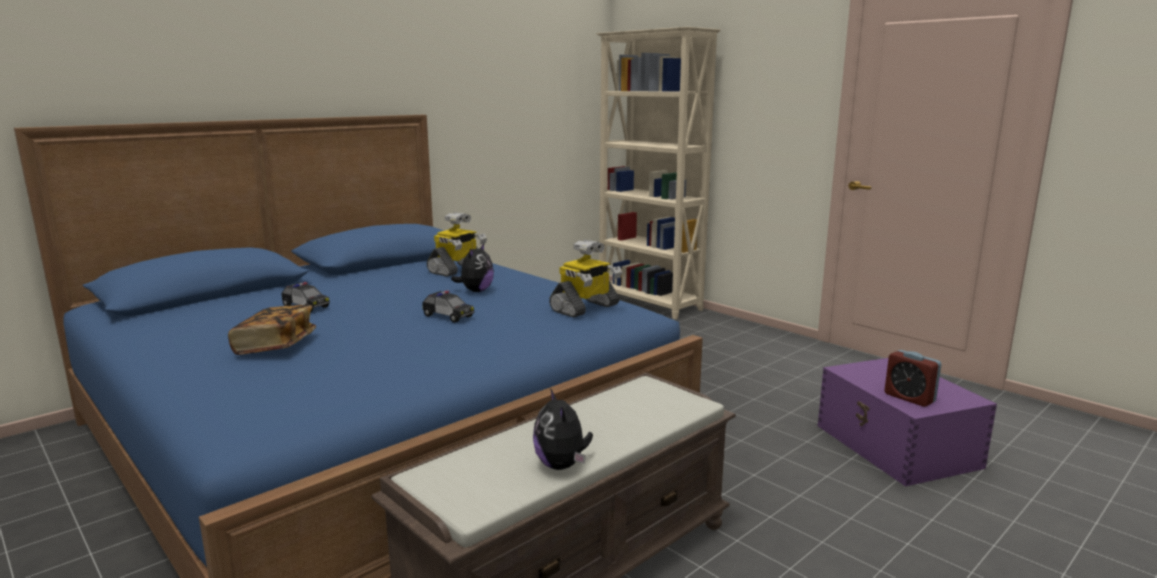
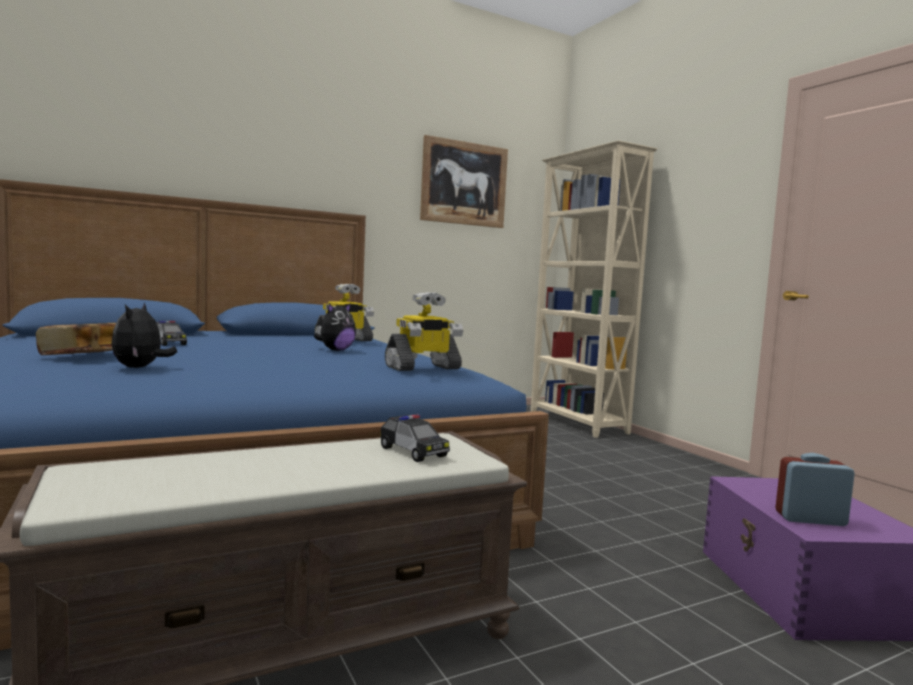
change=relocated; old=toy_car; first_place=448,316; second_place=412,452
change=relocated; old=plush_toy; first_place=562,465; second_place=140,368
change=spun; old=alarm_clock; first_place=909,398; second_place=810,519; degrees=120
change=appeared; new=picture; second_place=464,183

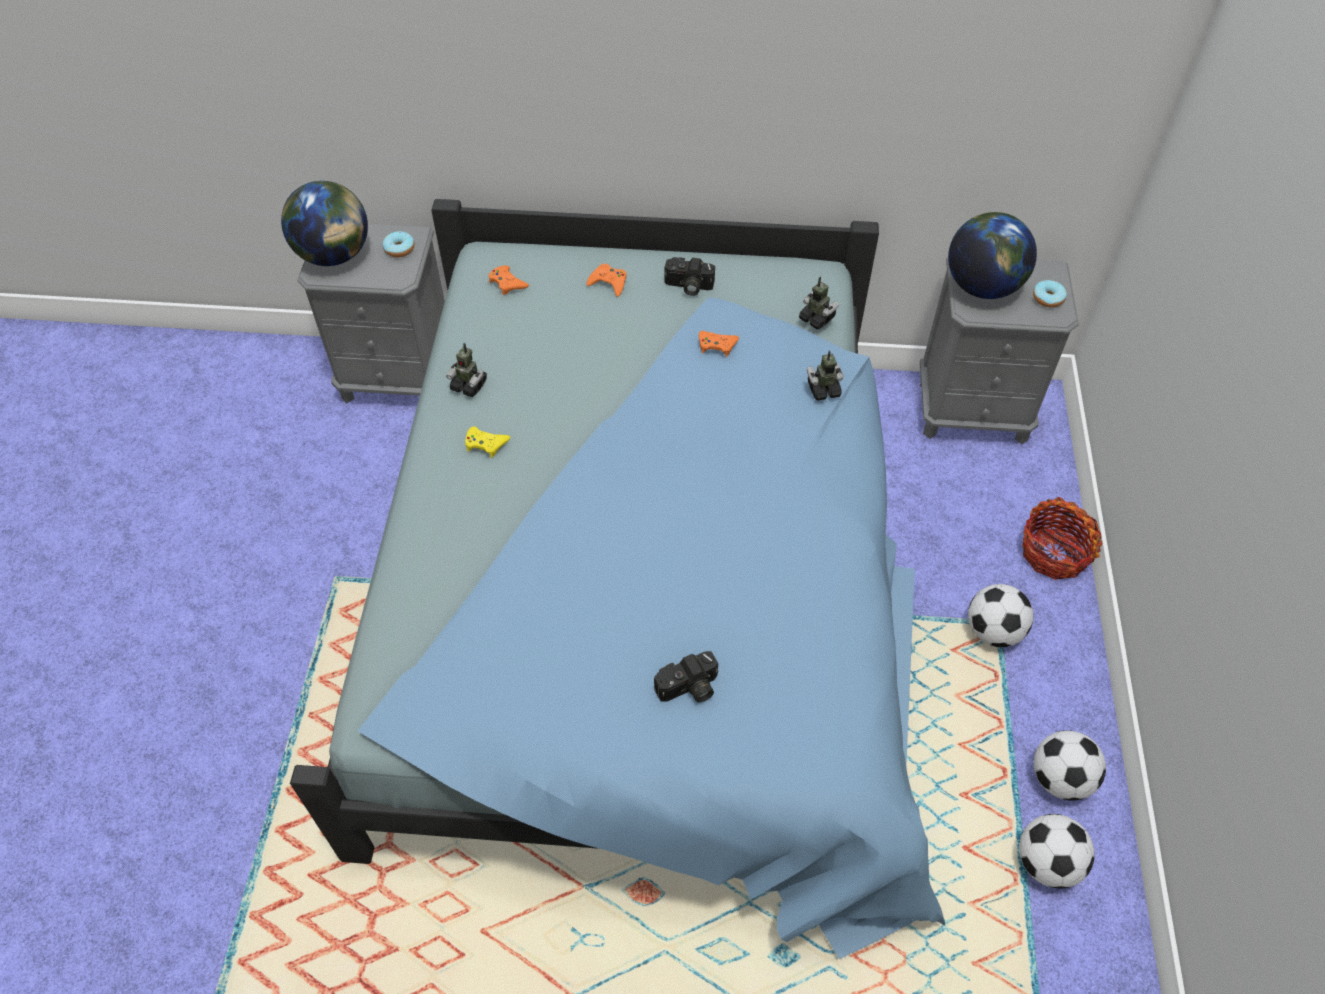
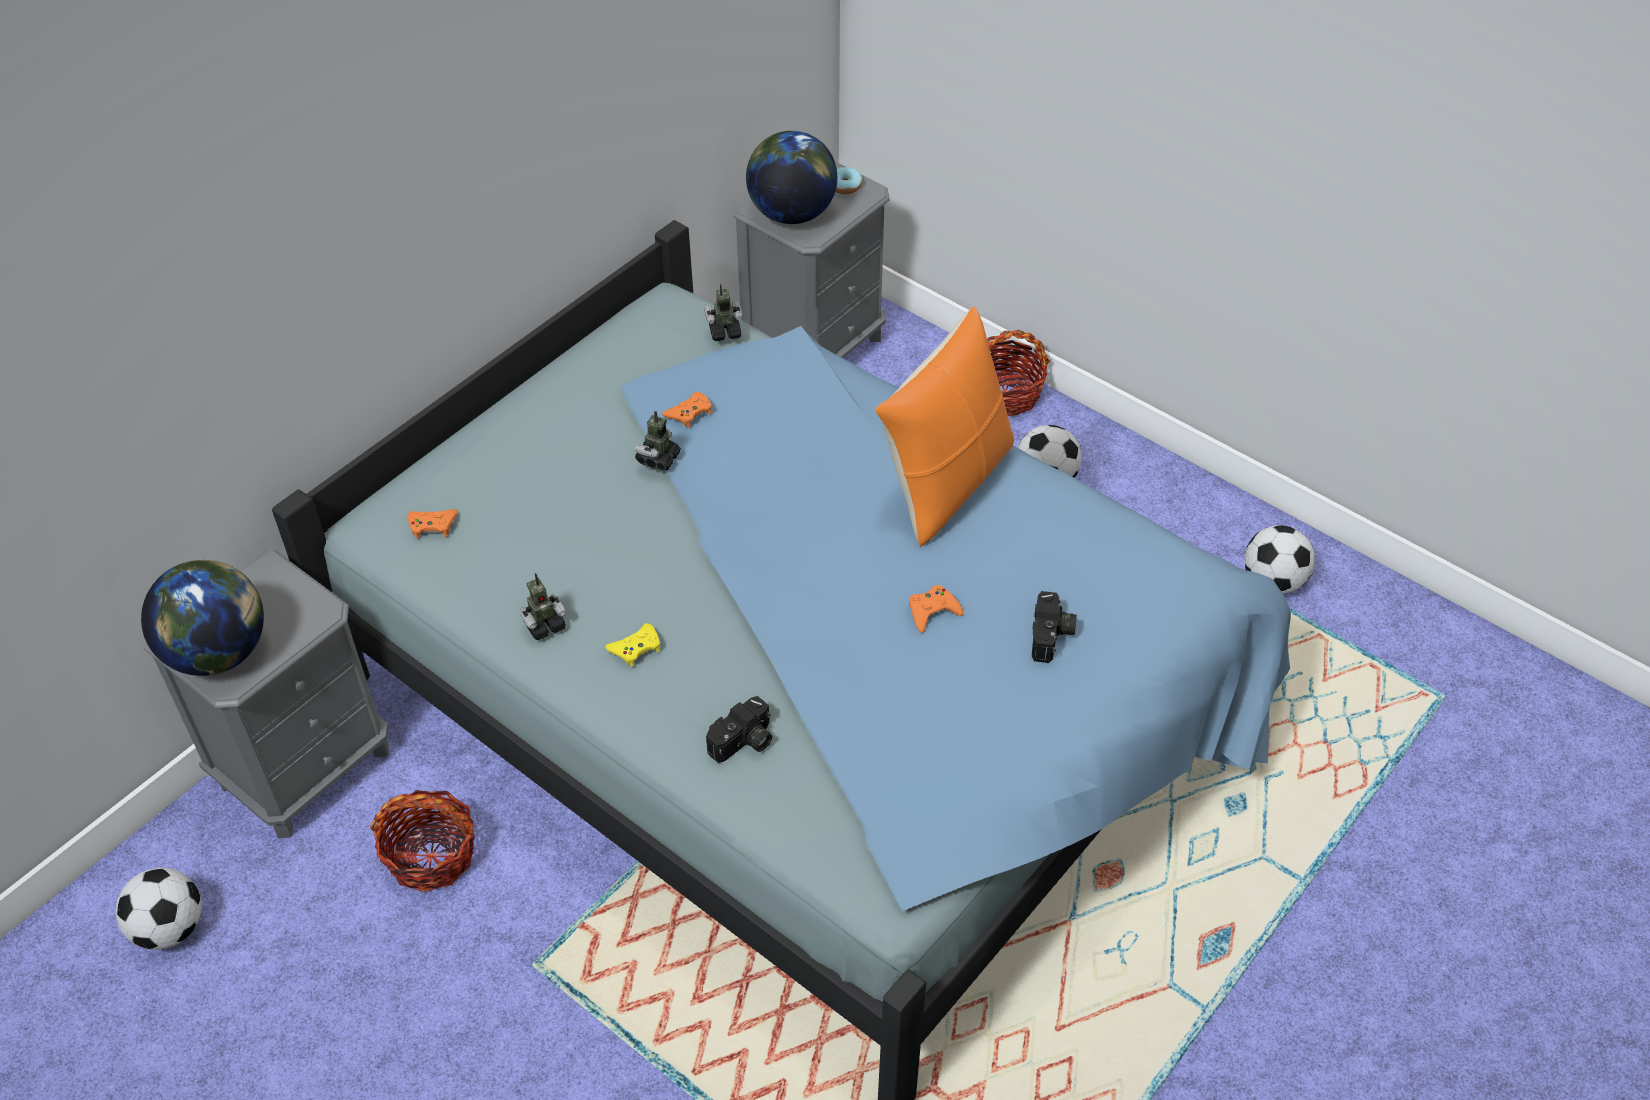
change=missing; old=donut; first_place=399,249
change=relocated; old=orange_game_controller; first_place=608,283; second_place=932,611
change=relocated; old=photo_camera; first_place=688,286; second_place=744,743
change=relocated; old=toy_robot; first_place=823,389; second_place=658,458
change=relocated; old=football; first_place=1060,778; second_place=170,928
change=appeared; new=basket; second_place=431,855
change=appeared; new=orange_pillow; second_place=945,483

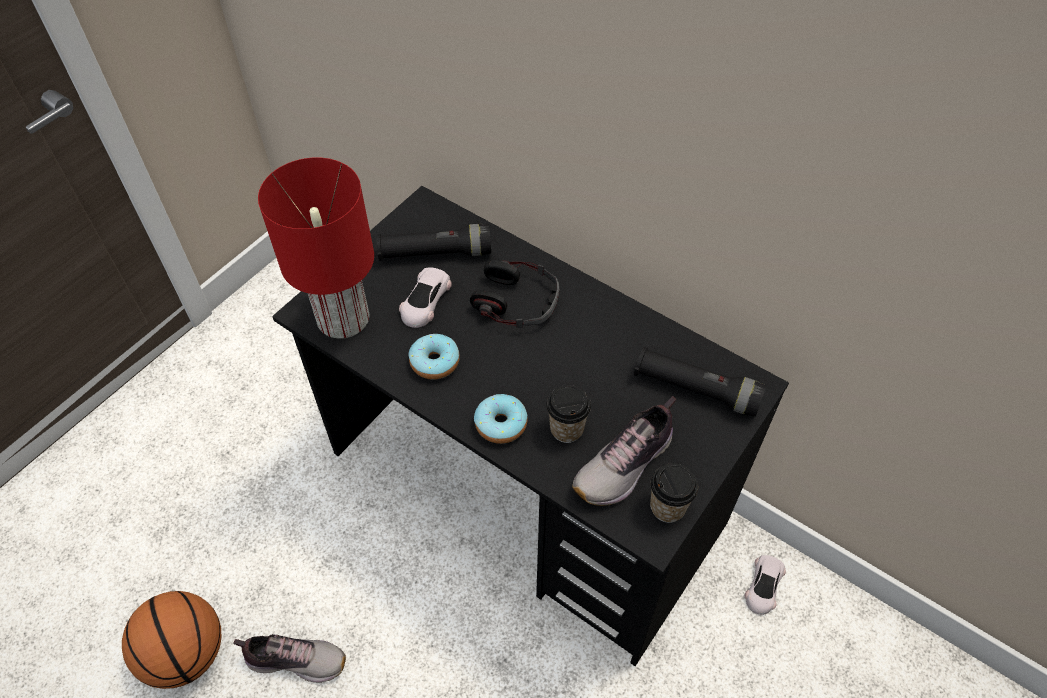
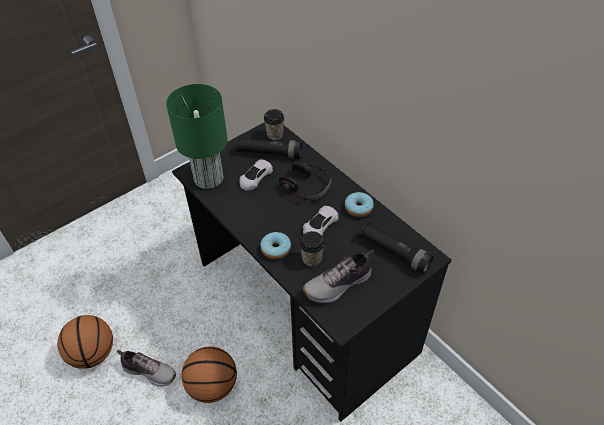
change=colour; old=red_table_lamp; new=green_table_lamp; first_place=341,319; second_place=207,178
change=relocated; old=donut; first_place=434,362; second_place=358,208
change=relocated; old=cup; first_place=667,507; second_place=275,135
change=relocated; old=white_toy_car; first_place=763,586; second_place=320,225
change=appeared; new=basketball; second_place=212,385

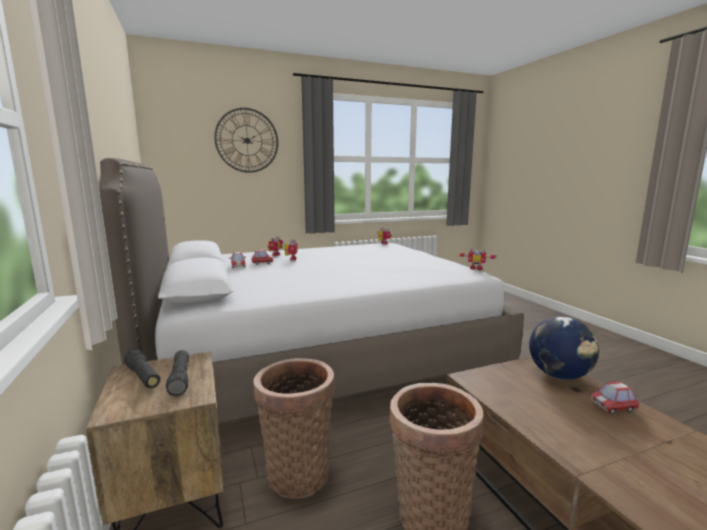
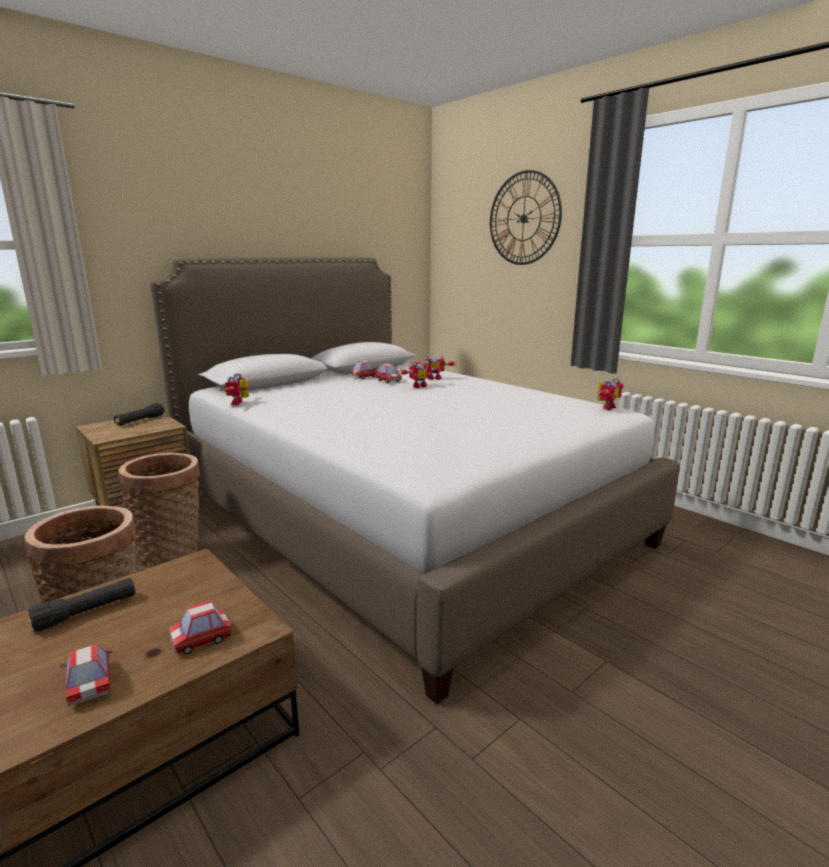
change=relocated; old=black_flashlight; first_place=180,379; second_place=86,613
change=relocated; old=toy_robot; first_place=476,268; second_place=240,403
change=exchanged; old=globe; new=toy_car; first_place=559,375; second_place=201,639

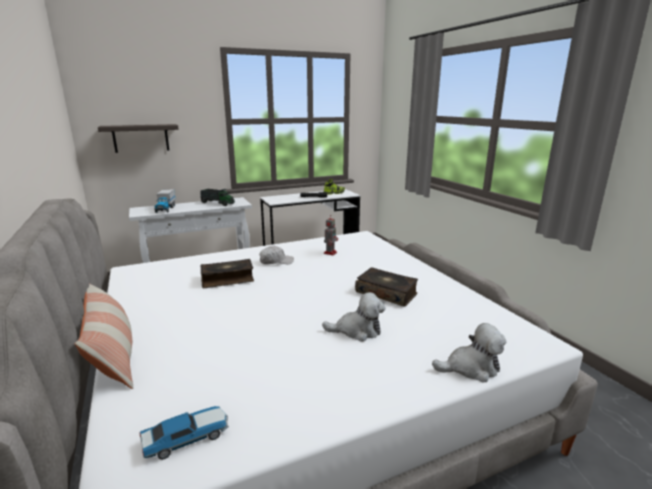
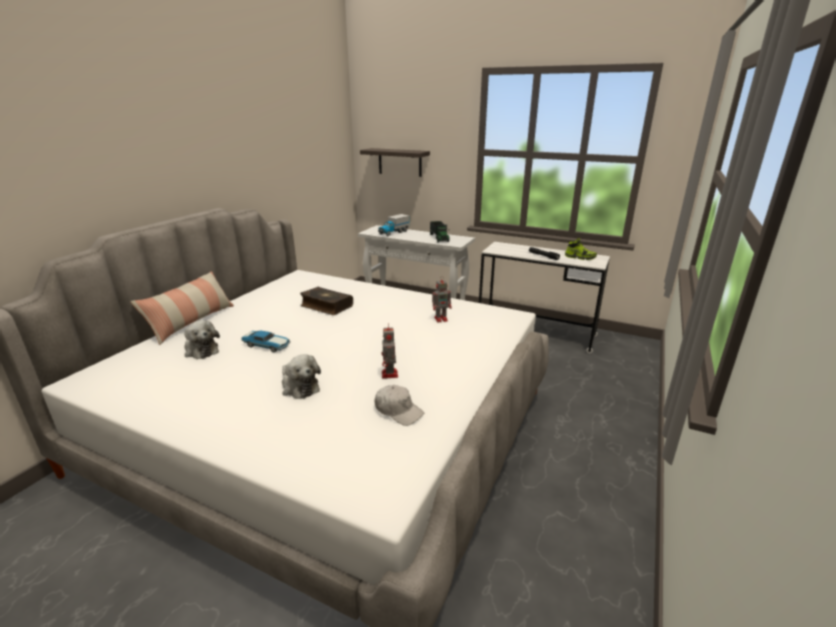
change=relocated; old=toy_car; first_place=187,437; second_place=267,345
change=relocated; old=white_cap; first_place=276,261; second_place=398,411
change=exchanged; old=book; new=toy_robot; first_place=386,293; second_place=389,375
change=relocated; old=plush_toy; first_place=471,368; second_place=200,350

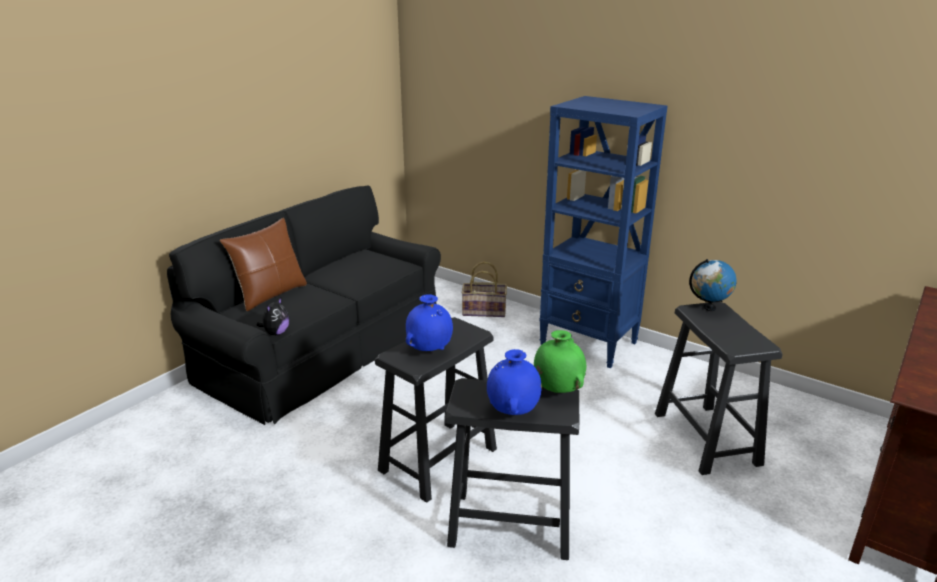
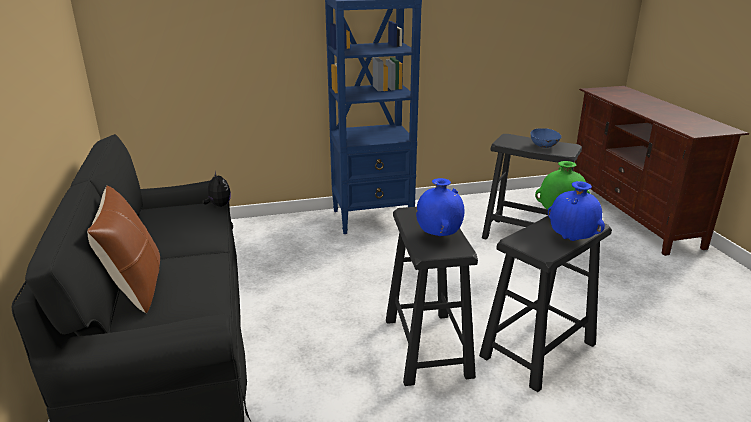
change=relocated; old=plush_toy; first_place=276,333; second_place=219,205
change=missing; old=basket; first_place=484,311
change=missing; old=globe; first_place=709,308
change=appeared; new=blue_bowl; second_place=544,146

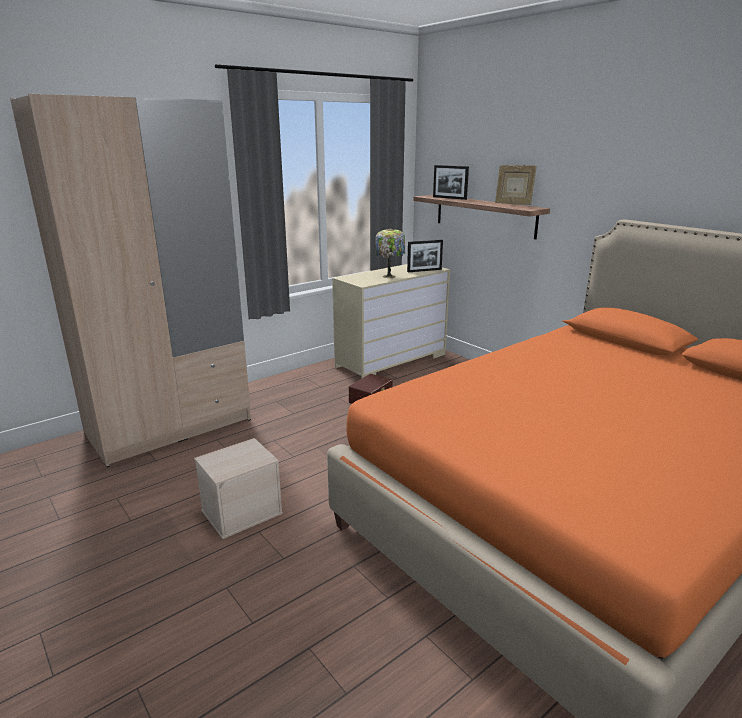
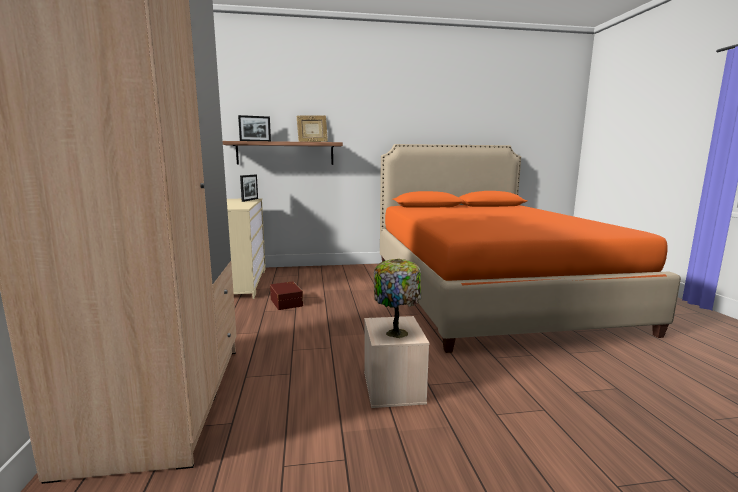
change=relocated; old=table_lamp; first_place=390,276; second_place=396,332

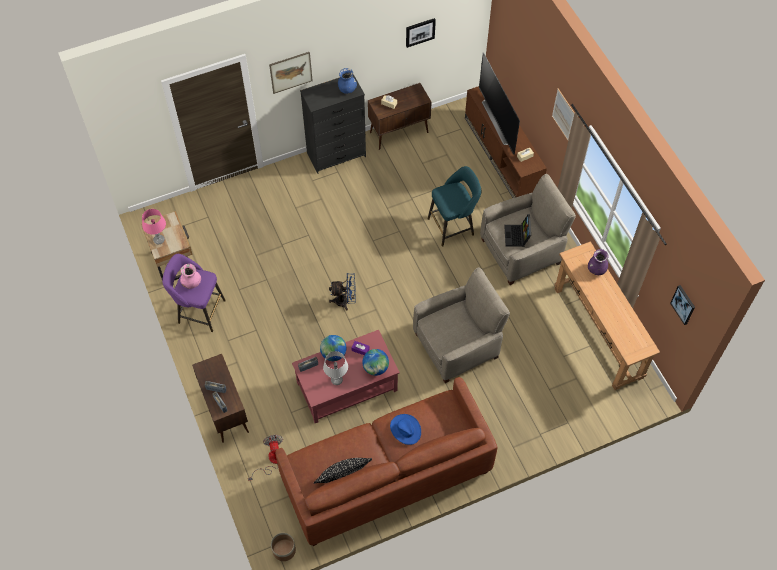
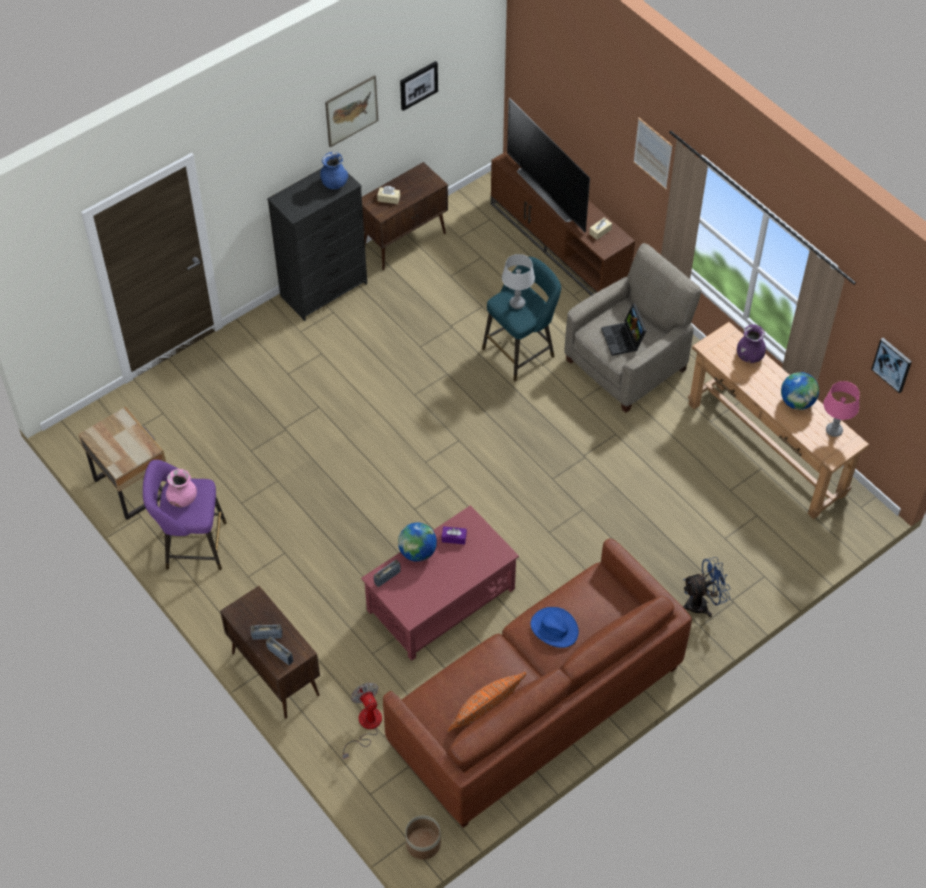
change=relocated; old=pink_table_lamp; first_place=159,240; second_place=834,430
change=relocated; old=picture; first_place=291,72; second_place=351,110
change=colour; old=black_pillow; new=orange_pillow; first_place=342,475; second_place=485,711
change=relocated; old=grey_table_lamp; first_place=337,380; second_place=517,303
change=relocated; old=blue_fan; first_place=345,301; second_place=702,603
change=relocated; old=globe; first_place=375,368; second_place=797,402
change=missing; old=beige_armchair; first_place=457,345

